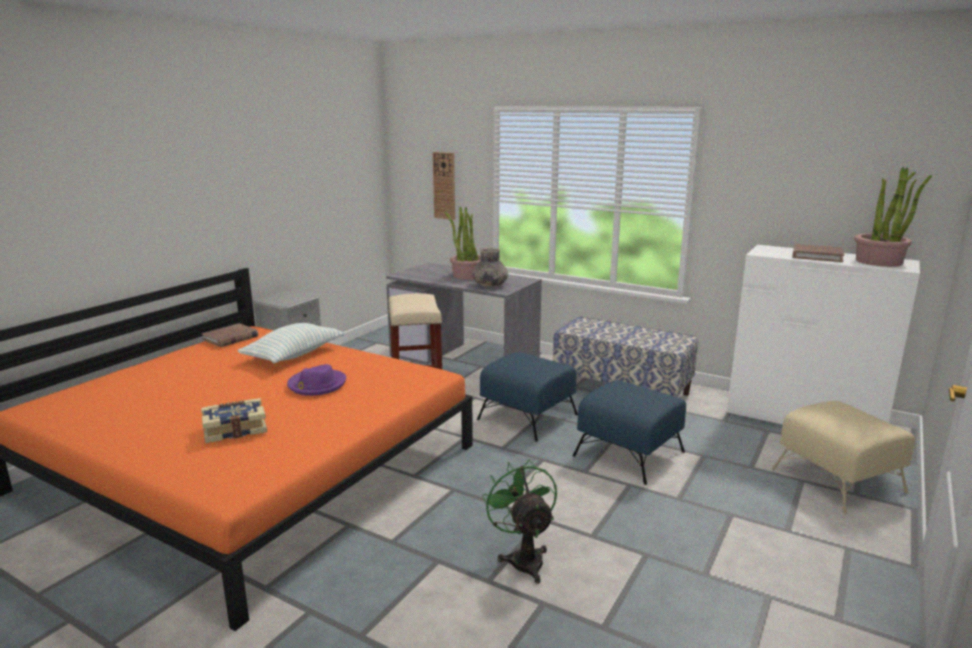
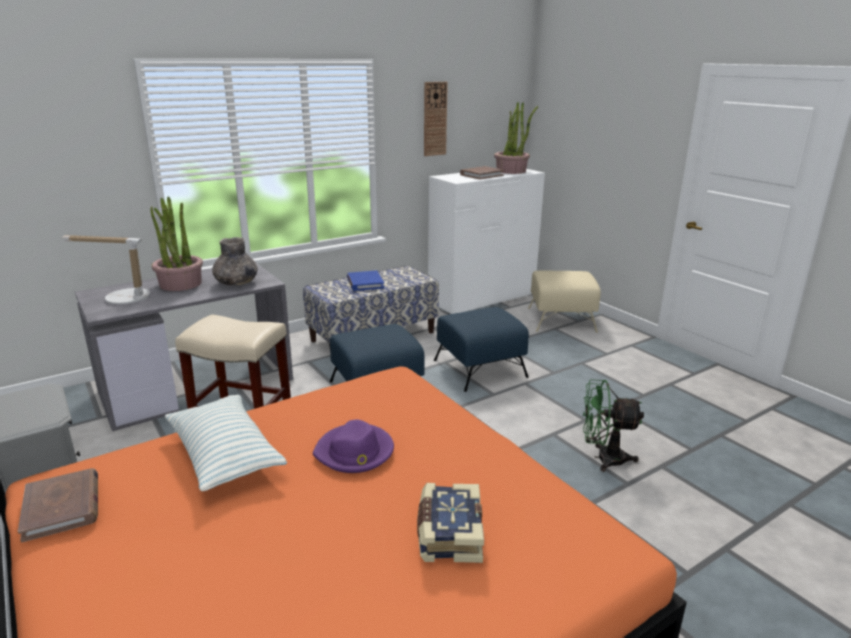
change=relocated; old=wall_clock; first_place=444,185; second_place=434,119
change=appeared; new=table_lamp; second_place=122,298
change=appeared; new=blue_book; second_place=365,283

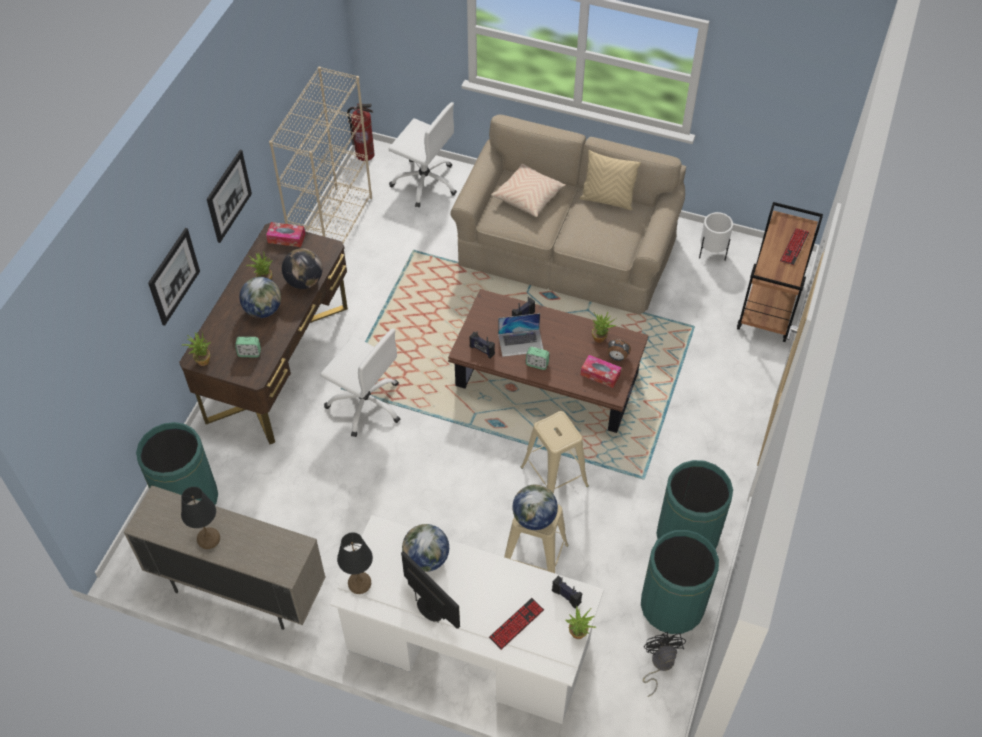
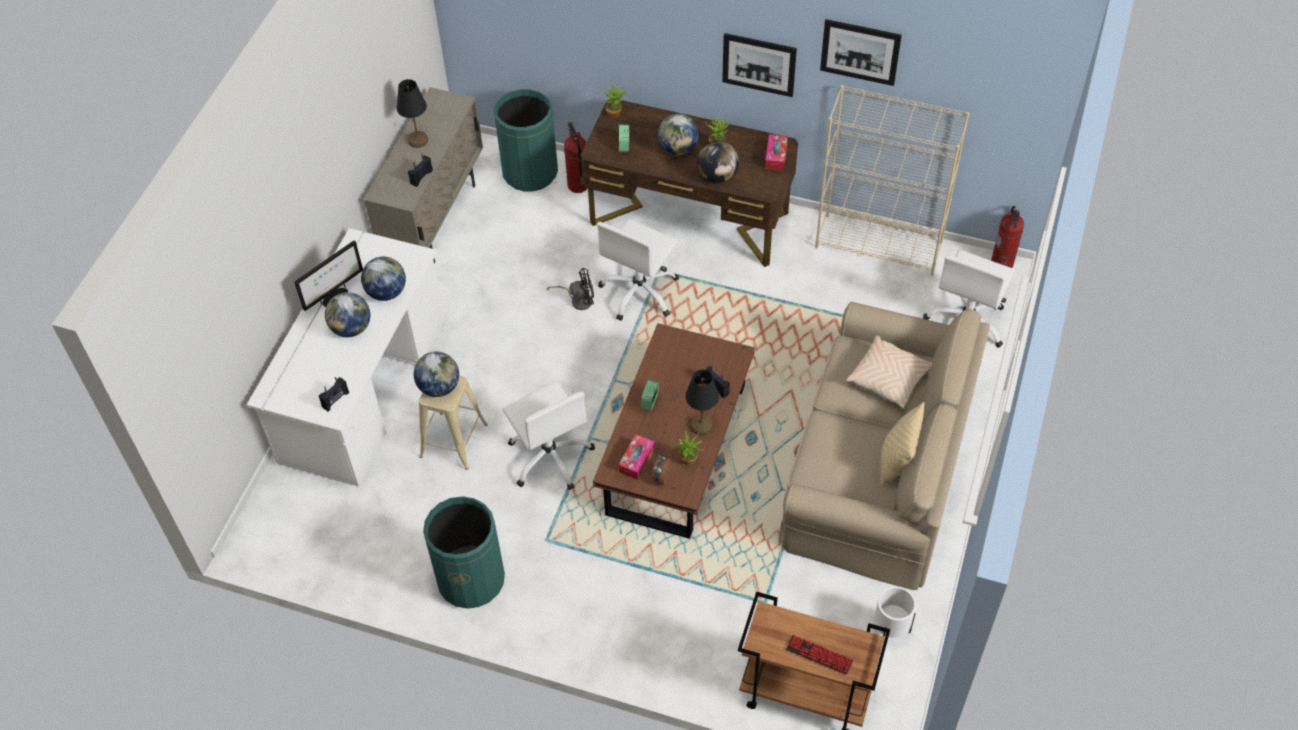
change=relocated; old=picture; first_place=174,276; second_place=860,52
change=relocated; old=black_table_lamp; first_place=359,583; second_place=702,425
change=relocated; old=radio; first_place=481,350; second_place=421,177
change=missing; old=keyboard; first_place=516,624
change=missing; old=laptop; first_place=521,342
change=exchanged; old=beige_stool; new=white_office_chair; first_place=554,476; second_place=550,457
change=missing; old=potted_plant; first_place=578,635
change=missing; old=green_trash_can; first_place=672,606
change=relocated; old=black_fan; first_place=659,664; second_place=578,300
change=appeared; new=globe; second_place=351,328
change=appeared; new=fire_extinguisher; second_place=578,185

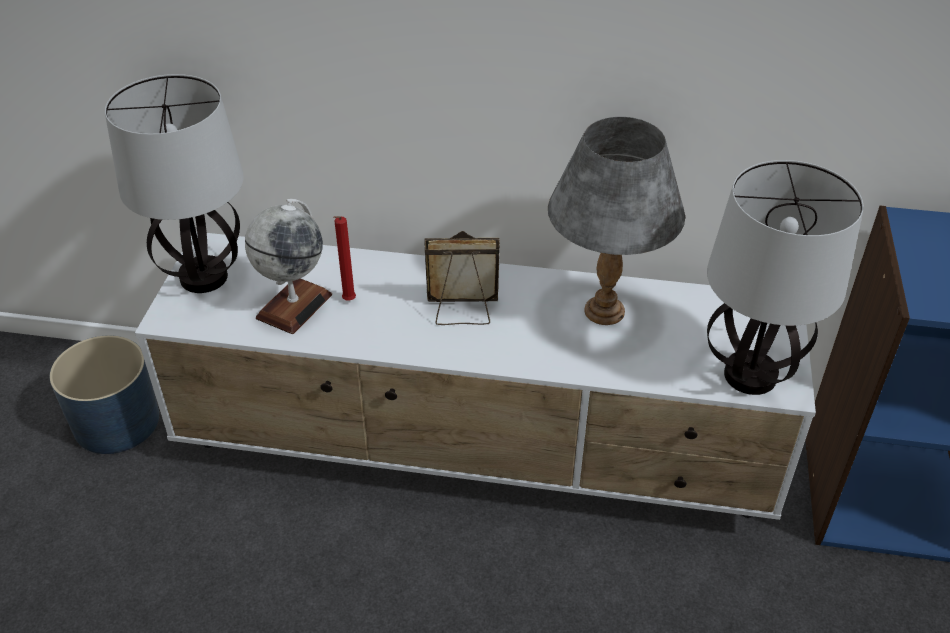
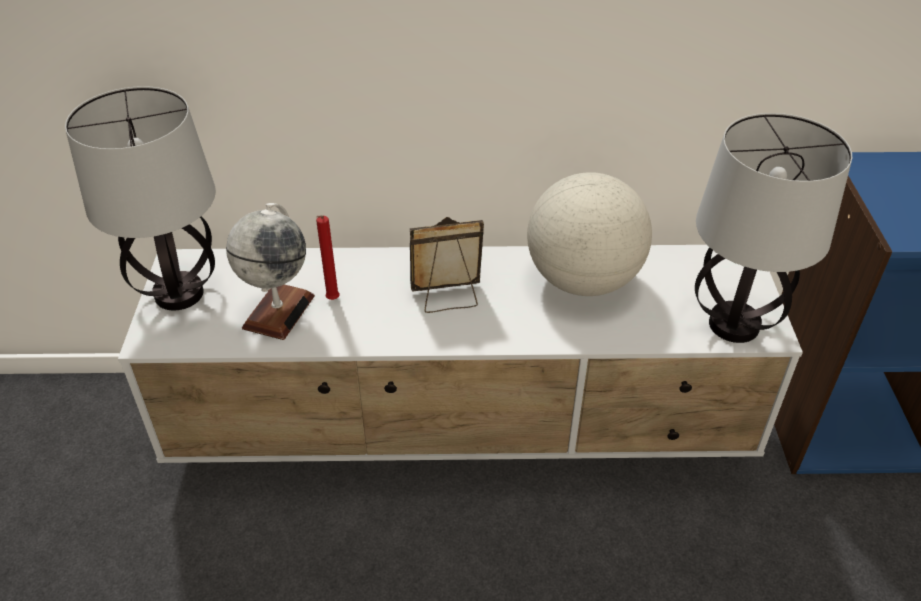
change=missing; old=blue_planter; first_place=117,421
change=exchanged; old=grey_table_lamp; new=globe; first_place=605,311; second_place=583,280

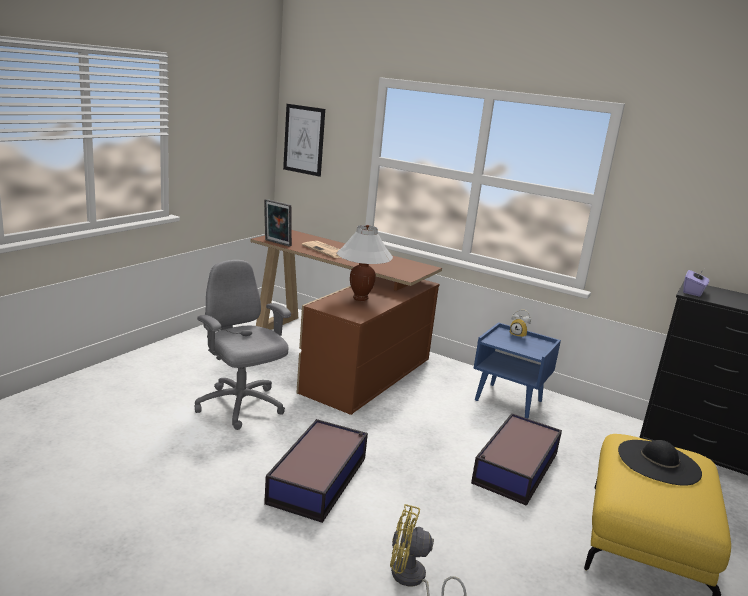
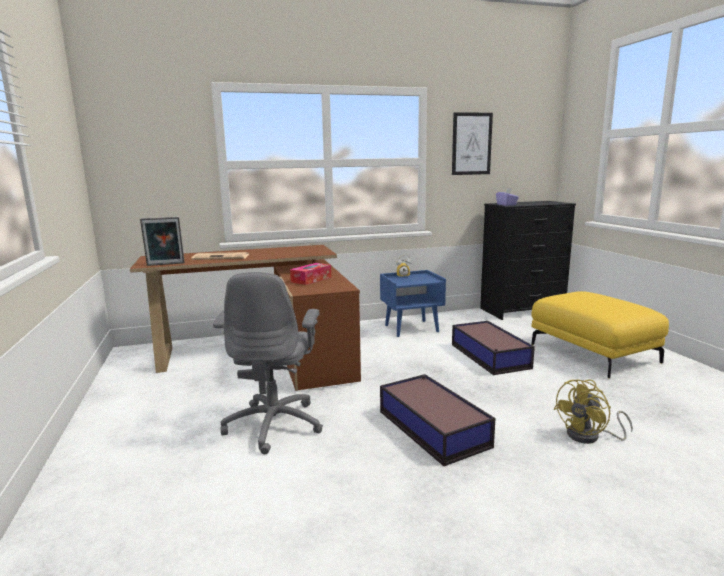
change=spun; old=grey_office_chair; first_place=240,407; second_place=275,424; degrees=-90
change=relocated; old=picture; first_place=304,140; second_place=471,144
change=exchanged; old=white_table_lamp; new=tissue_box; first_place=360,298; second_place=311,279
change=missing; old=black_hat; first_place=658,462

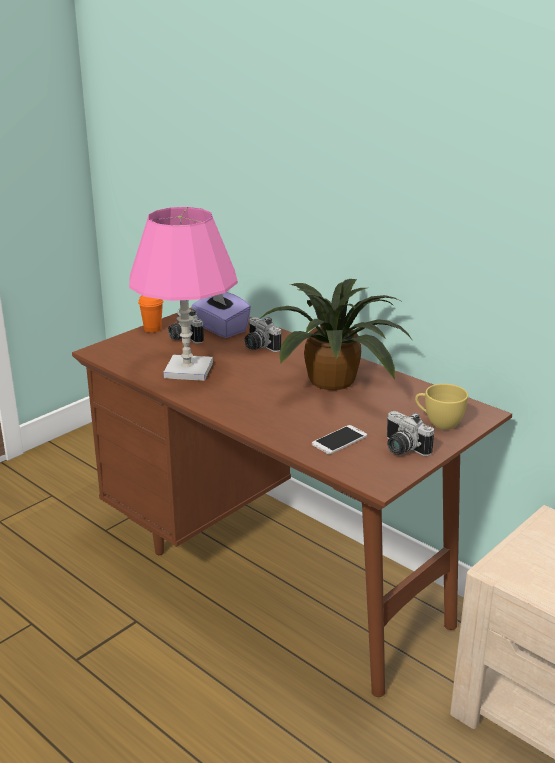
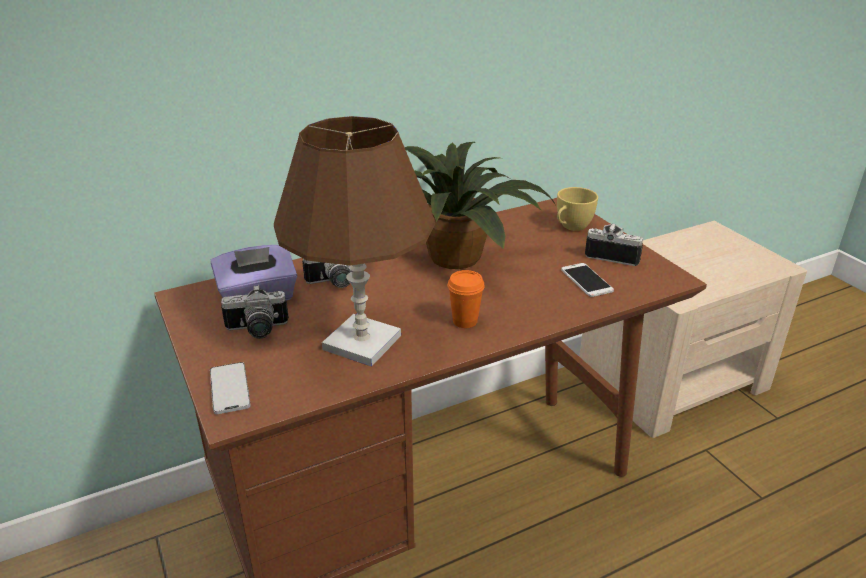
change=colour; old=pink_table_lamp; new=brown_table_lamp; first_place=188,370; second_place=362,343
change=relocated; old=orange_cup; first_place=152,329; second_place=465,321
change=spun; old=photo_camera; first_place=402,449; second_place=613,254; degrees=-135
change=appeared; new=phone; second_place=230,389

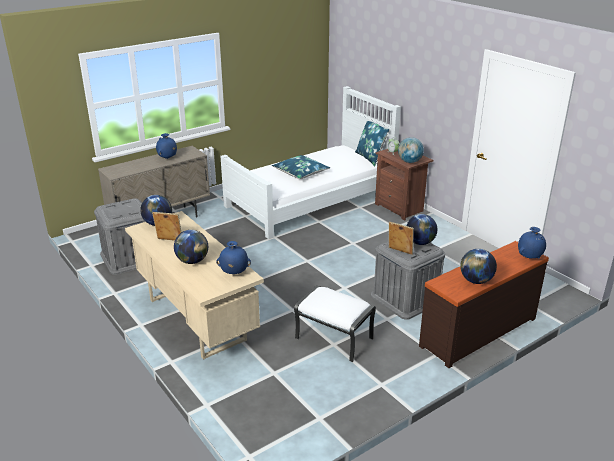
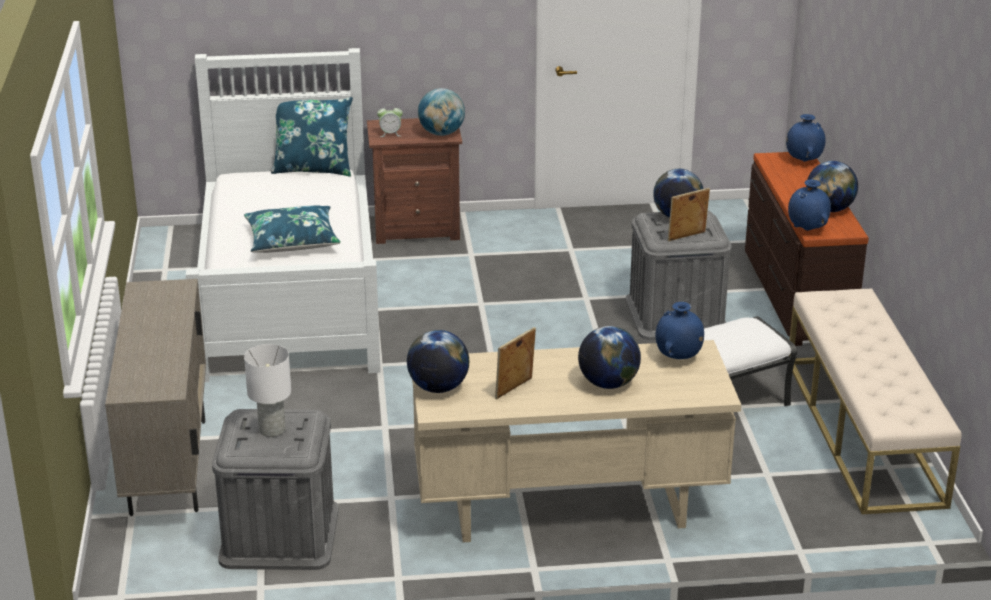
change=relocated; old=blue_vase; first_place=167,158; second_place=807,229
change=appeared; new=white_table_lamp; second_place=272,429
change=appeared; new=beige_bench; second_place=863,431

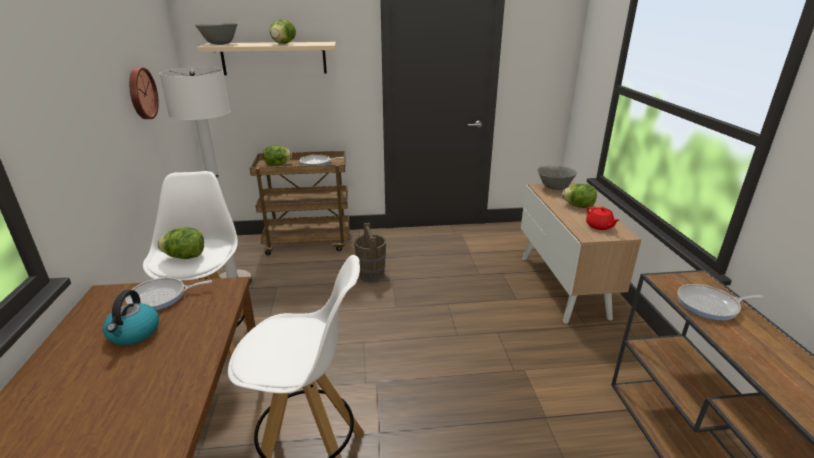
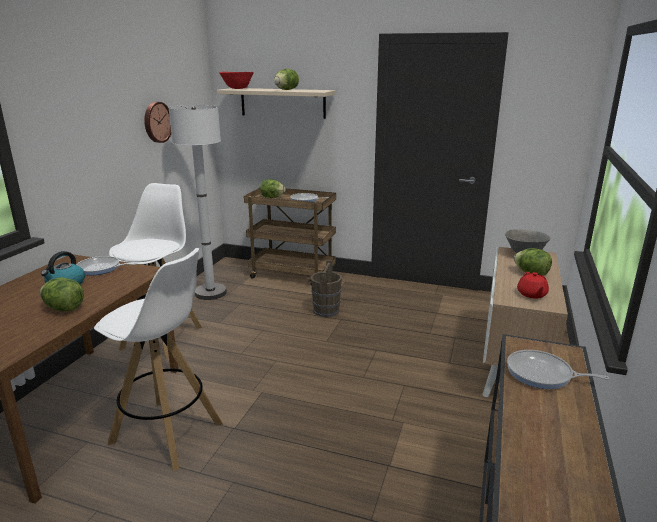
change=relocated; old=lettuce; first_place=185,257; second_place=64,308
change=colour; old=grey_bowl; new=red_bowl; first_place=219,44; second_place=237,89

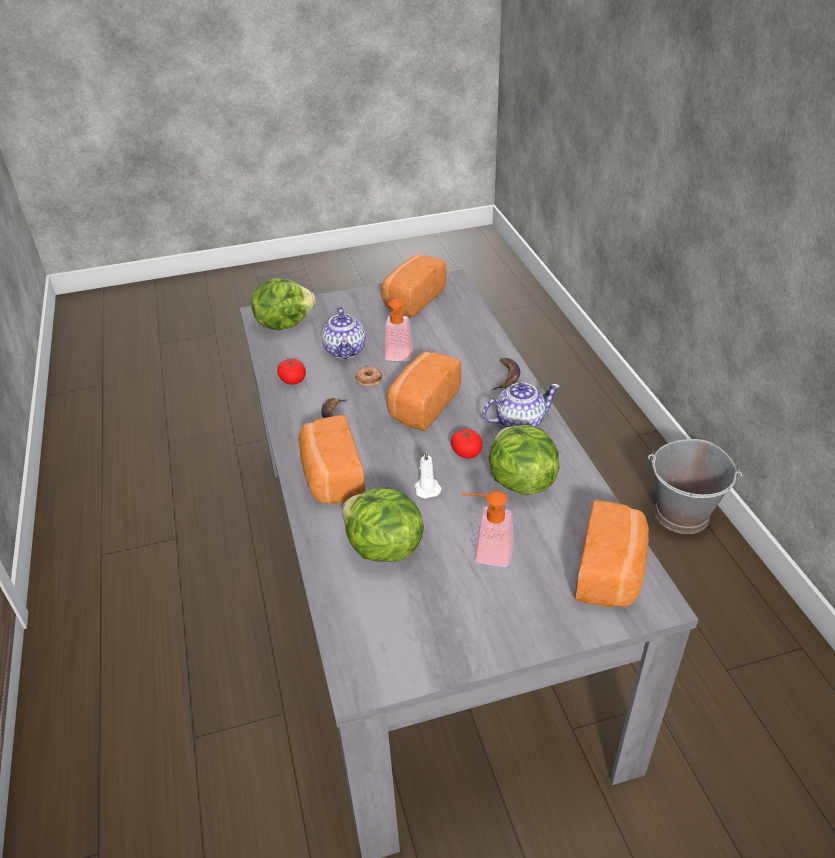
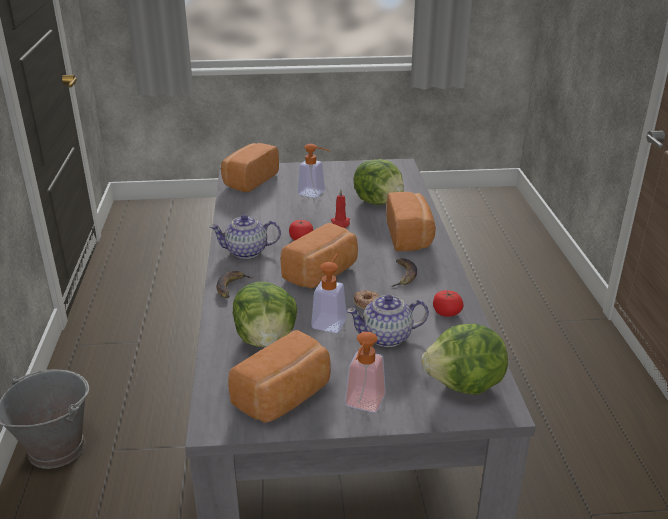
change=spun; old=teapot; first_place=345,350; second_place=387,337; degrees=-105
change=colour; old=white_candle; new=red_candle; first_place=426,488; second_place=340,223
change=relocated; old=lettuce; first_place=520,481; second_place=266,339
change=appeared; new=soap_dispenser; second_place=363,405

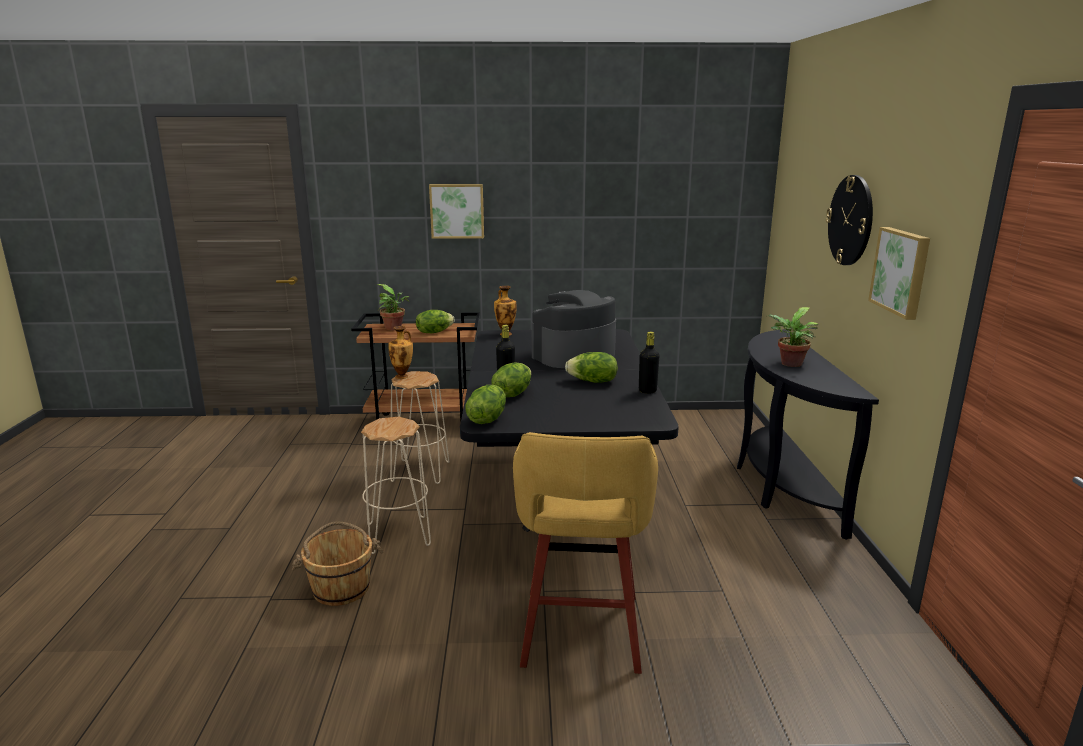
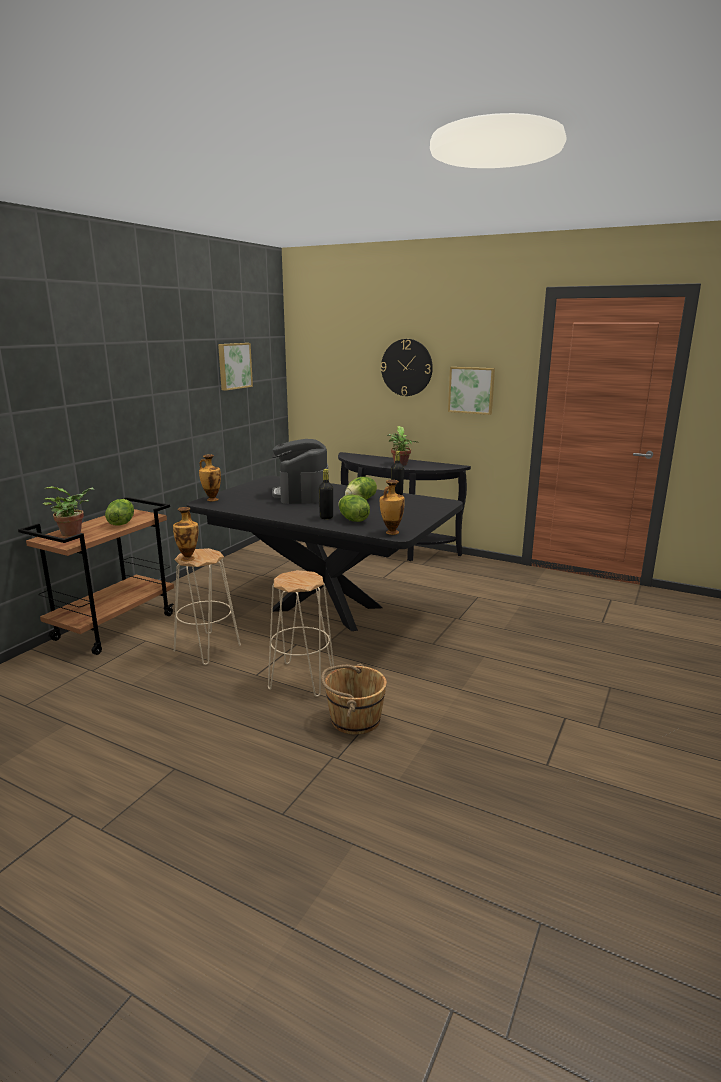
change=relocated; old=picture; first_place=457,211; second_place=234,366
change=exchanged; old=lettuce; new=vase; first_place=487,419; second_place=391,532
change=missing; old=yellow_stool; first_place=580,633

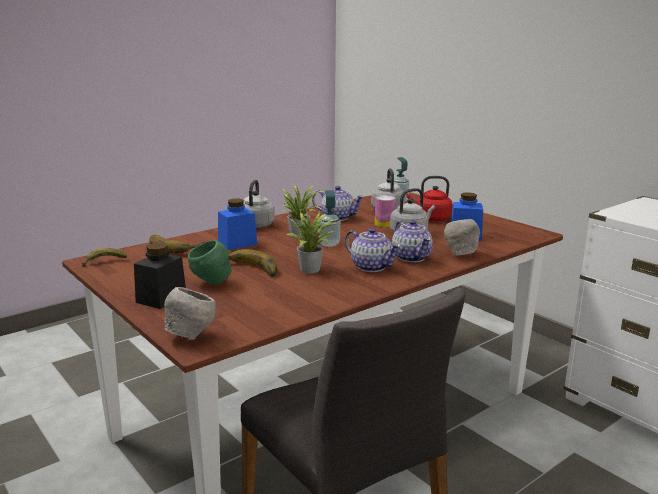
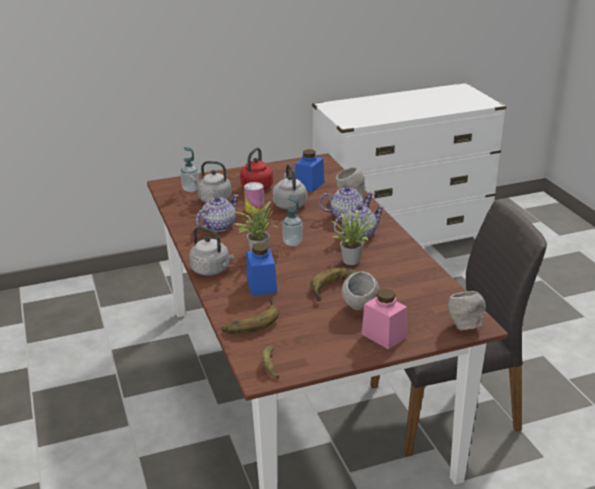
change=colour; old=black_jar; new=pink_jar; first_place=161,298; second_place=384,335
change=colour; old=green_bowl; new=grey_bowl; first_place=211,283; second_place=359,309

